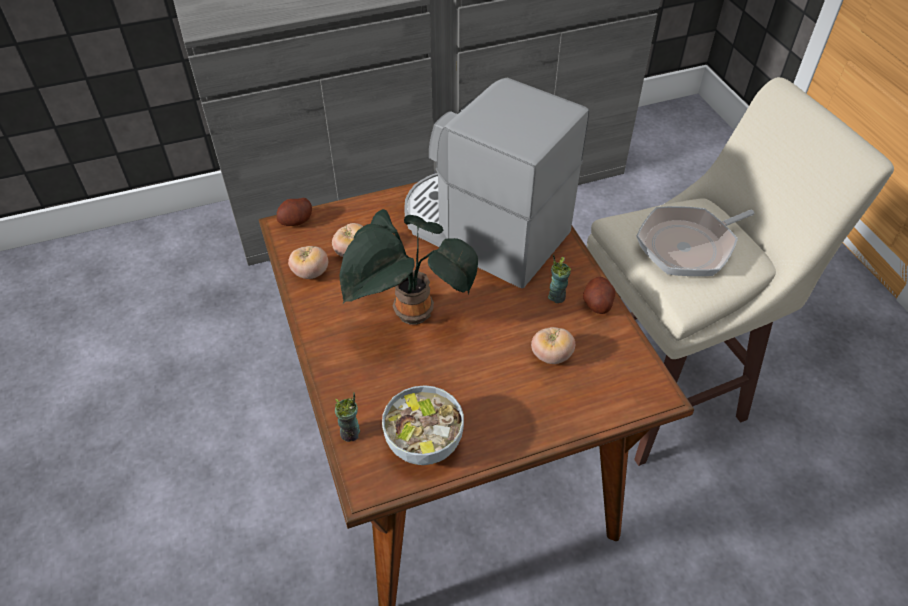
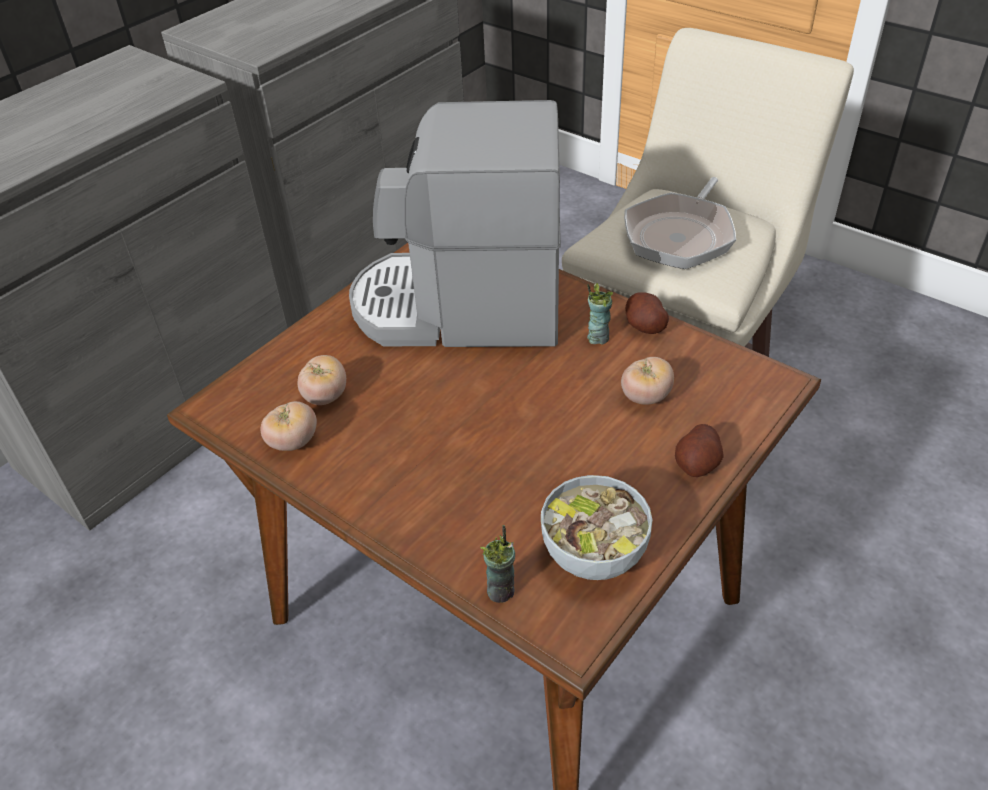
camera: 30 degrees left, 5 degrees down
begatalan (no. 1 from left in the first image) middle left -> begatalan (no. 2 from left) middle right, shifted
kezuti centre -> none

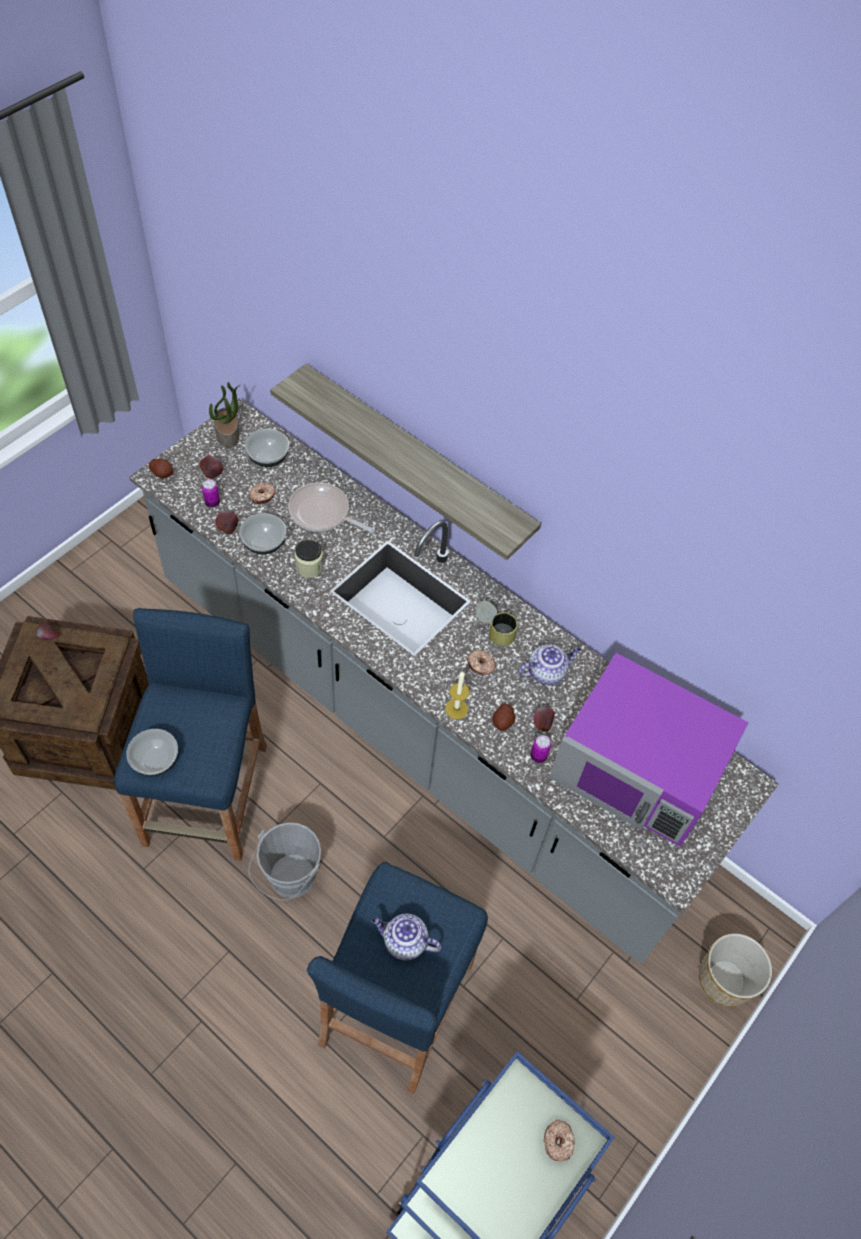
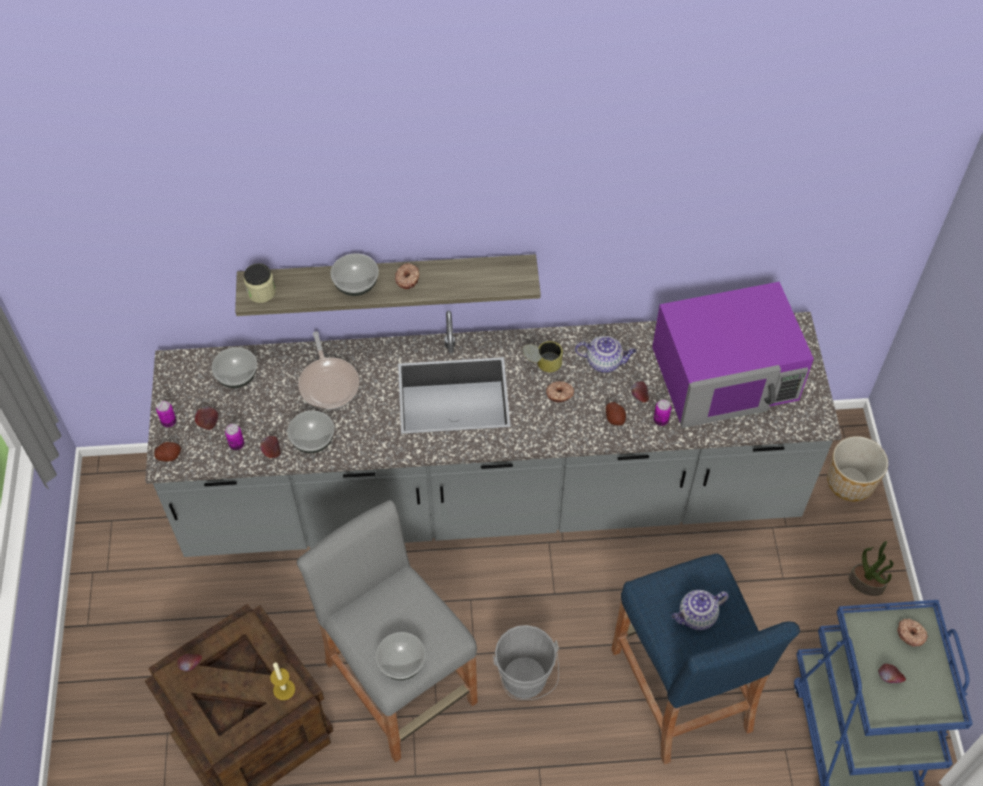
camera: 40 degrees left, 0 degrees up
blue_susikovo (no. 1 from left) middle left -> grey_susikovo bottom centre
kezuti middle left -> kezuti bottom right, shifted
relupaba (no. 1 from left) middle left -> relupaba (no. 1 from left) centre, shifted
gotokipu centre, 90 degrees counterclockwise
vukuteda centre -> vukuteda middle left, shifted
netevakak centre -> netevakak bottom left, shifted
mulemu (no. 2 from left in the first image) centre -> mulemu (no. 1 from left) centre, 75 degrees clockwise
none -> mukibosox (no. 1 from left) middle left
none -> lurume (no. 3 from left) centre
none -> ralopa (no. 5 from left) bottom right

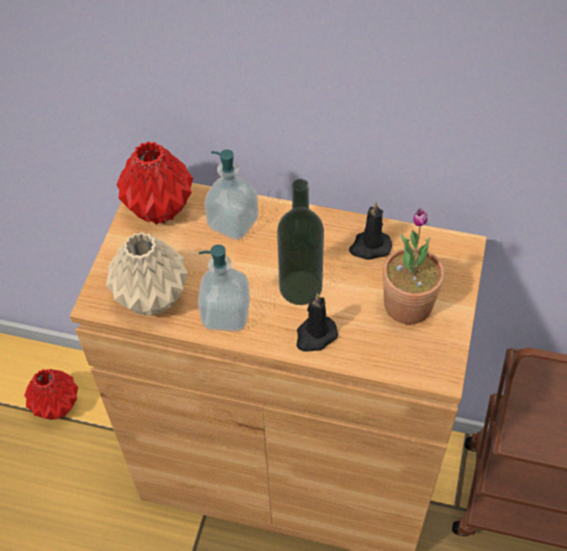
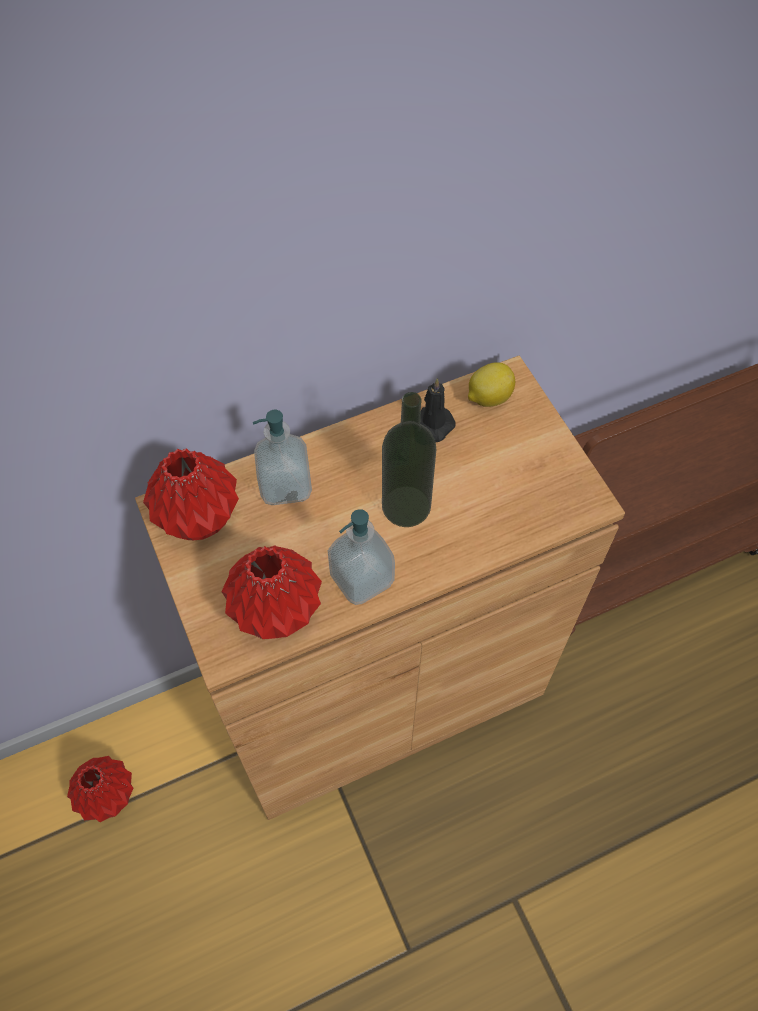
camera: 40 degrees left, 5 degrees up
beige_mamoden middle left -> red_mamoden (no. 3 from left) centre
black_netevakak (no. 1 from left) centre -> none
kezuti middle right -> none
none -> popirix centre

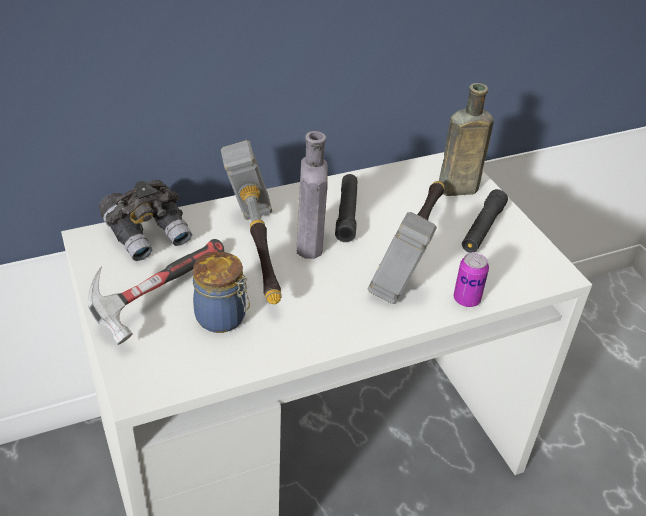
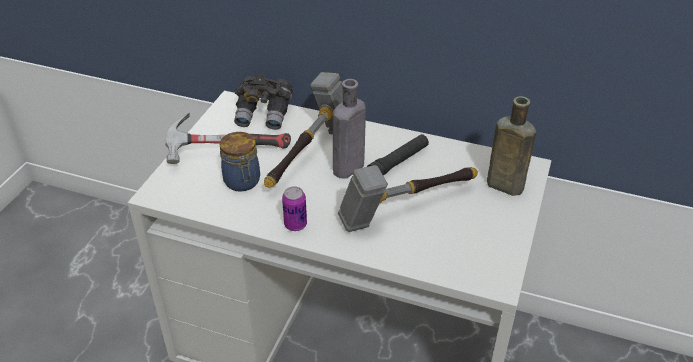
camera: 45 degrees right, 0 degrees up
mukibosox middle right -> mukibosox centre, shifted
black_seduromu (no. 2 from left) middle right -> none

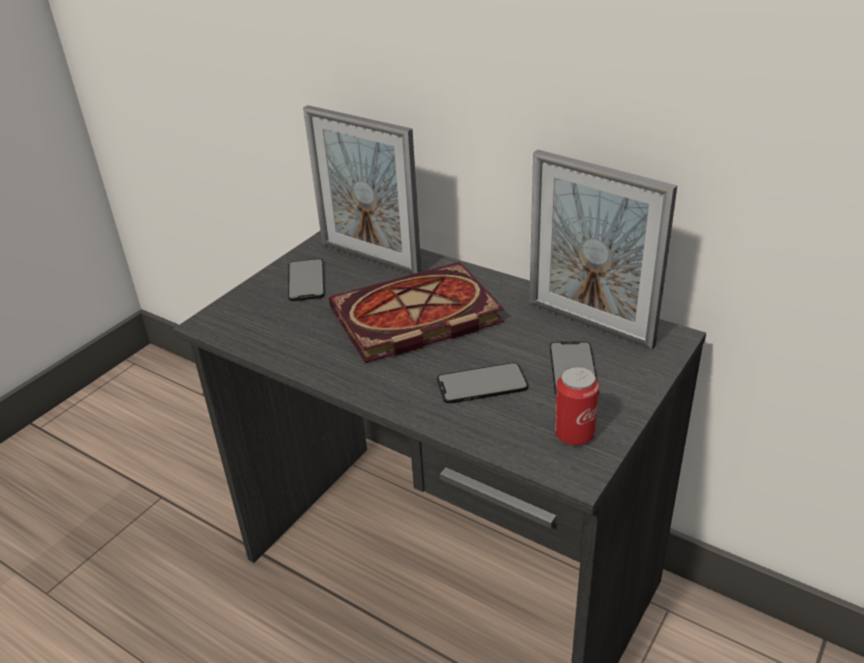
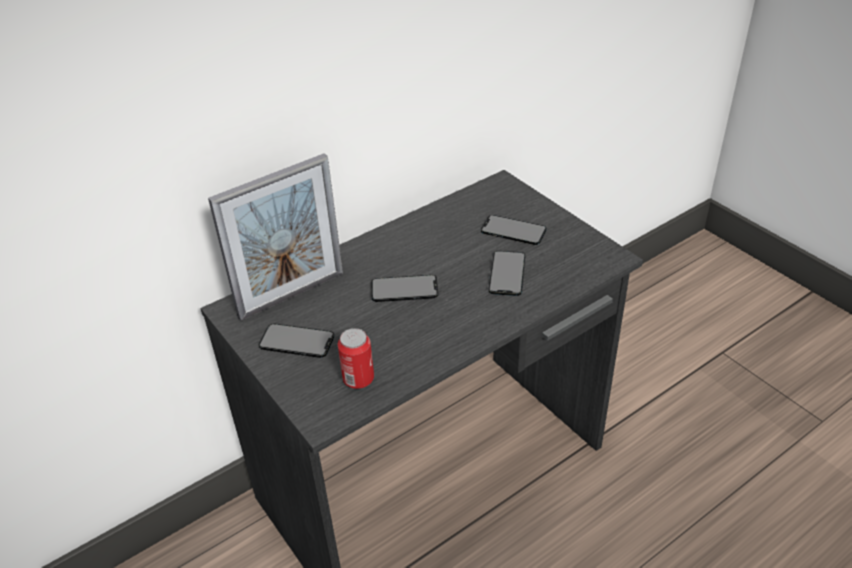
camera: 70 degrees left, 5 degrees up
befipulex centre -> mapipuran (no. 2 from left) centre
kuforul (no. 2 from left) middle right -> none
mukibosox middle right -> mukibosox centre, shifted

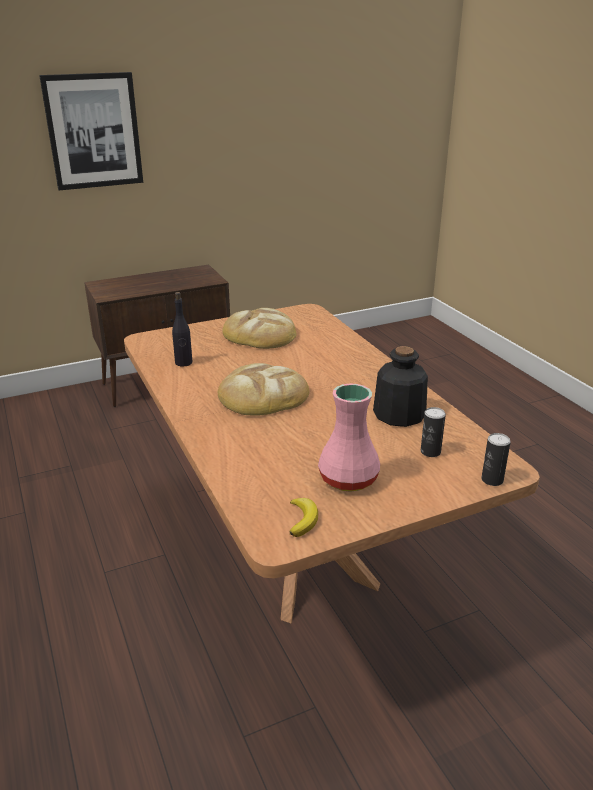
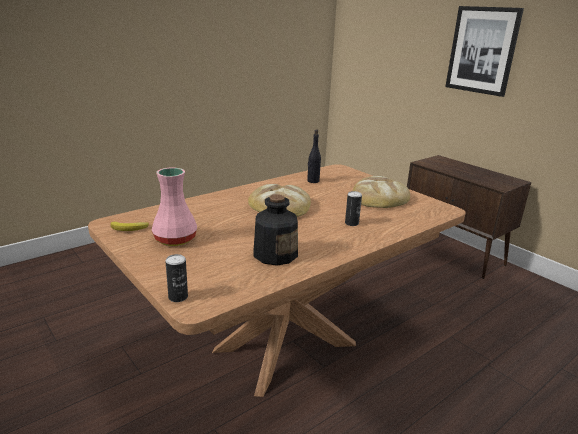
camera: 75 degrees right, 5 degrees down
mukibosox (no. 1 from left in the first image) middle right -> mukibosox (no. 2 from left) centre, shifted

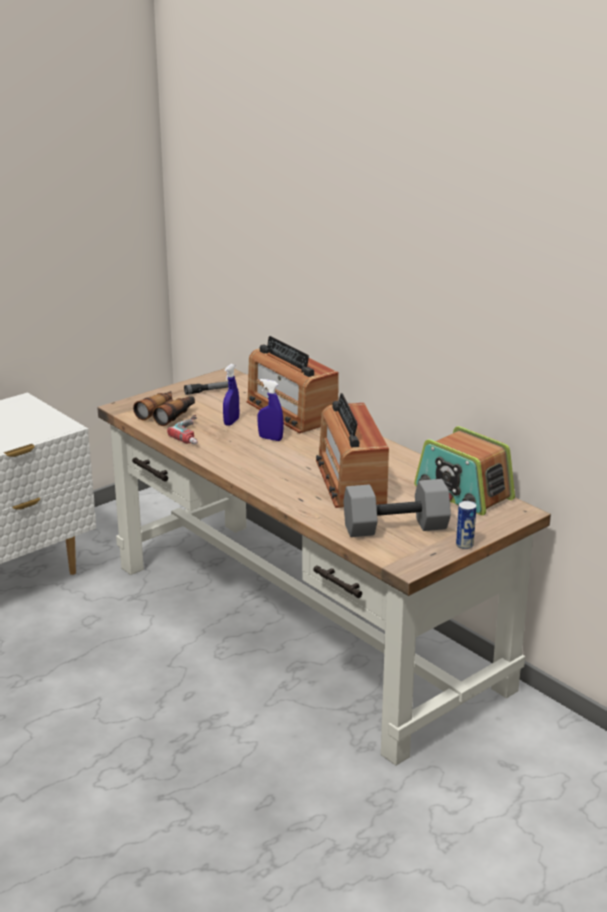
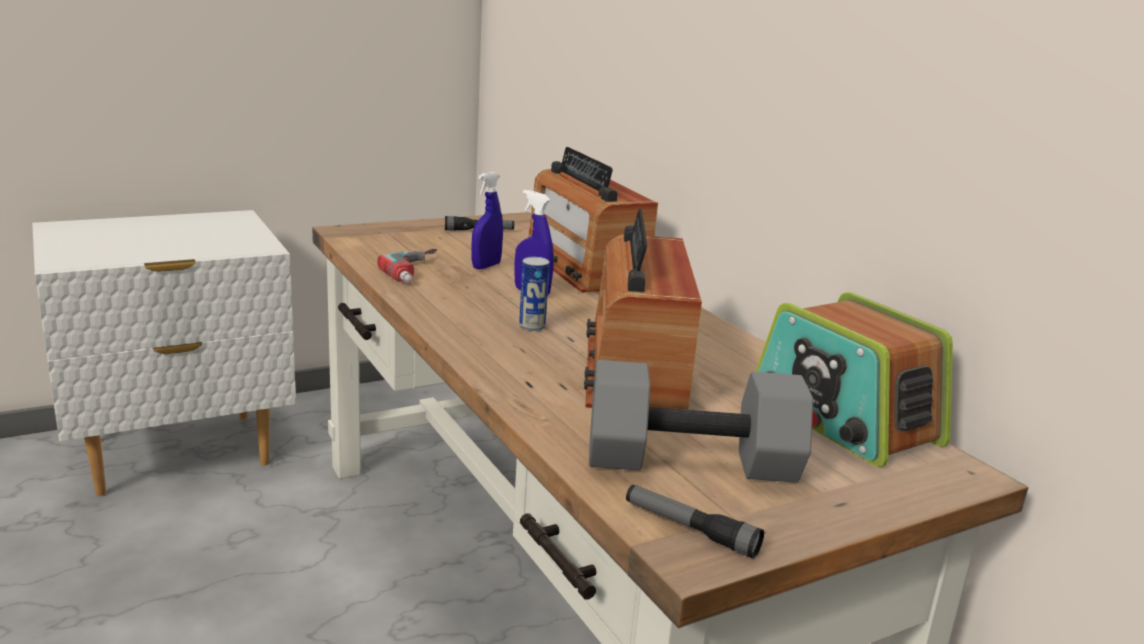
camera: 10 degrees right, 5 degrees down
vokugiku middle left -> none
mukibosox middle right -> mukibosox centre, shifted
none -> seduromu (no. 2 from left) bottom centre

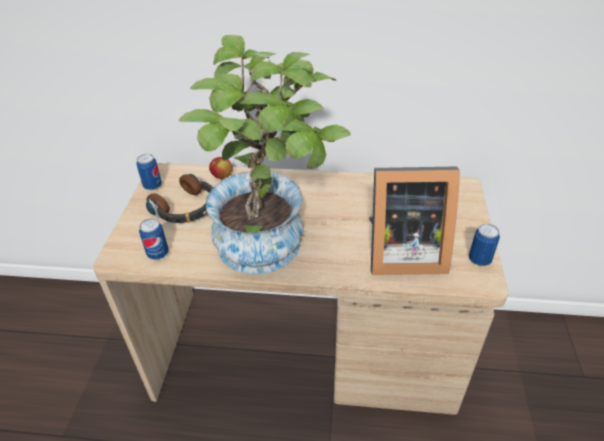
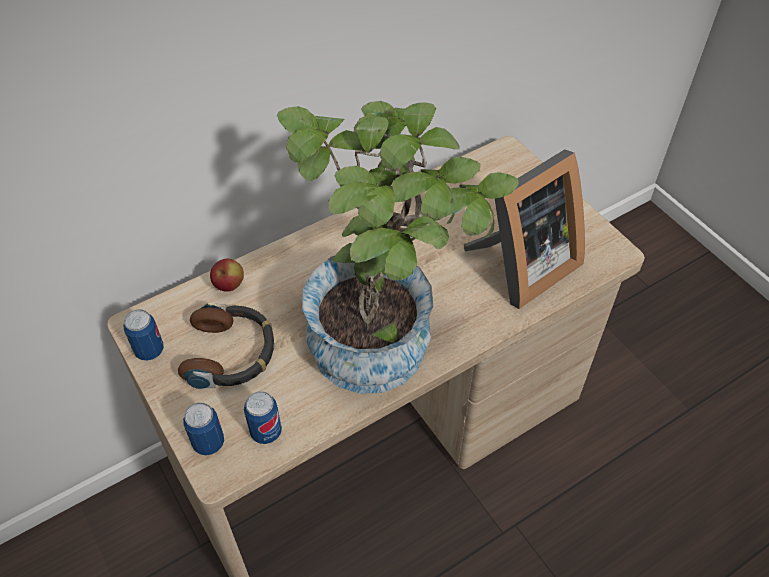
camera: 40 degrees left, 10 degrees up
mukibosox (no. 3 from left in the first image) middle right -> mukibosox (no. 2 from left) bottom left, shifted

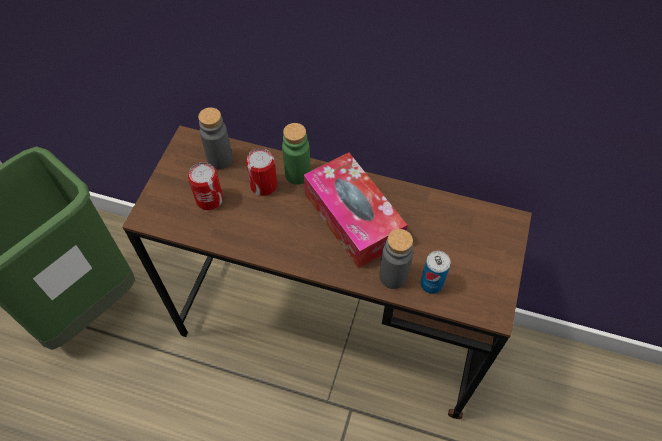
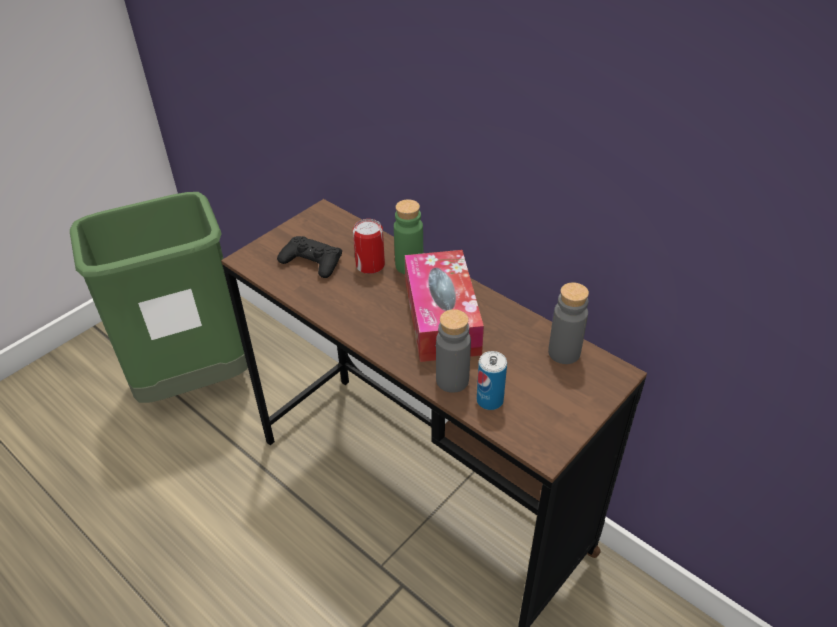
camera: 25 degrees right, 15 degrees down
mukibosox (no. 1 from left) middle left -> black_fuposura centre
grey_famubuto (no. 1 from left in the first image) top left -> grey_famubuto (no. 2 from left) middle right, shifted

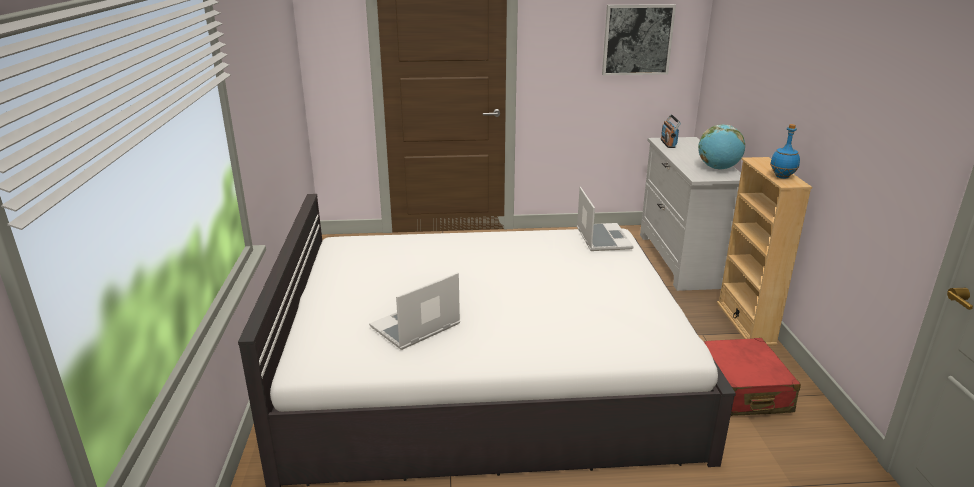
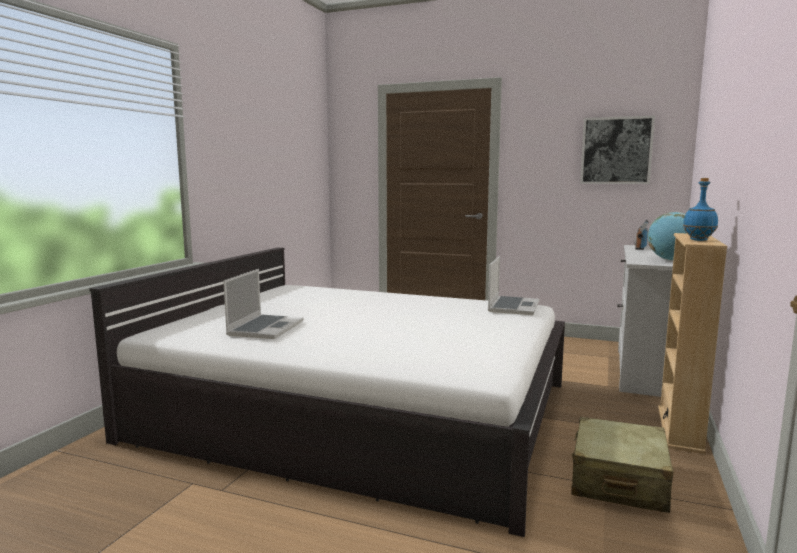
camera: 25 degrees right, 15 degrees down
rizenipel (no. 1 from left) centre -> rizenipel (no. 1 from left) middle left, 120 degrees clockwise
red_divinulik bottom right -> beige_divinulik bottom right

